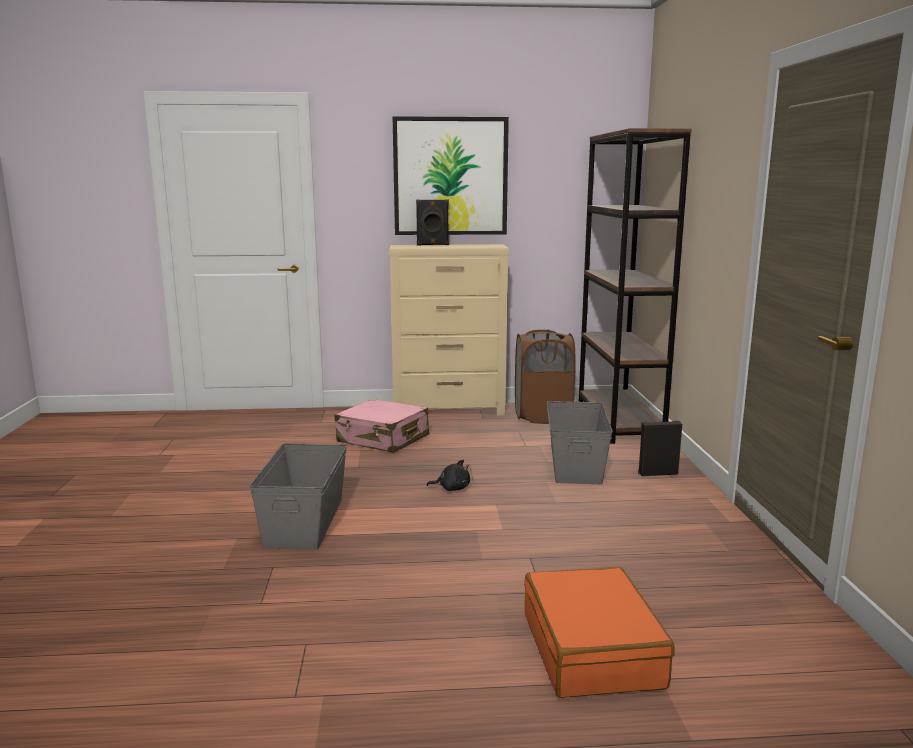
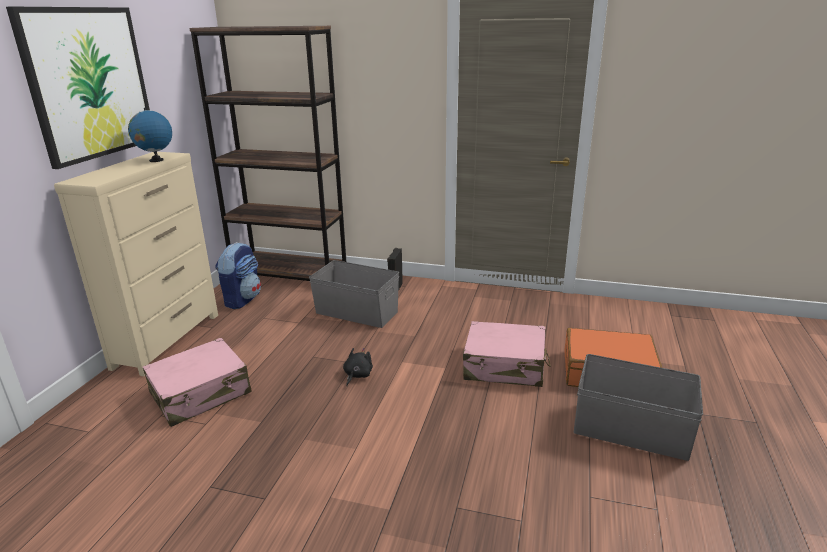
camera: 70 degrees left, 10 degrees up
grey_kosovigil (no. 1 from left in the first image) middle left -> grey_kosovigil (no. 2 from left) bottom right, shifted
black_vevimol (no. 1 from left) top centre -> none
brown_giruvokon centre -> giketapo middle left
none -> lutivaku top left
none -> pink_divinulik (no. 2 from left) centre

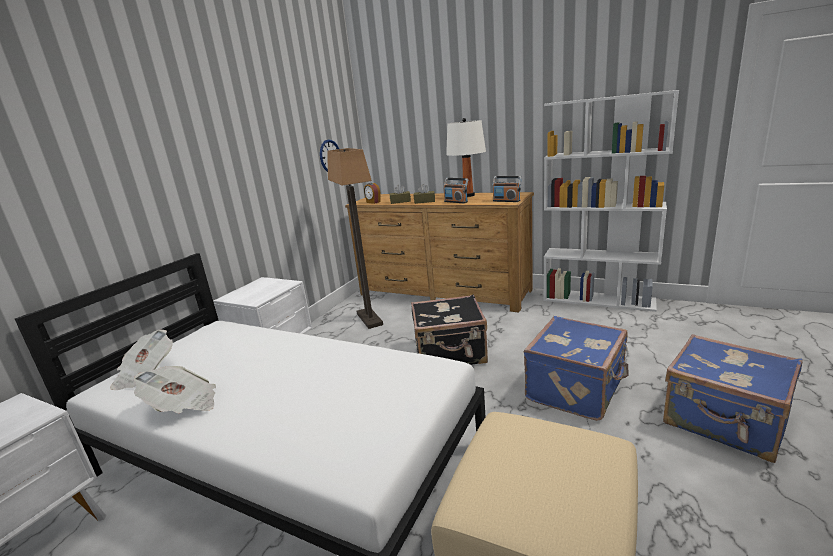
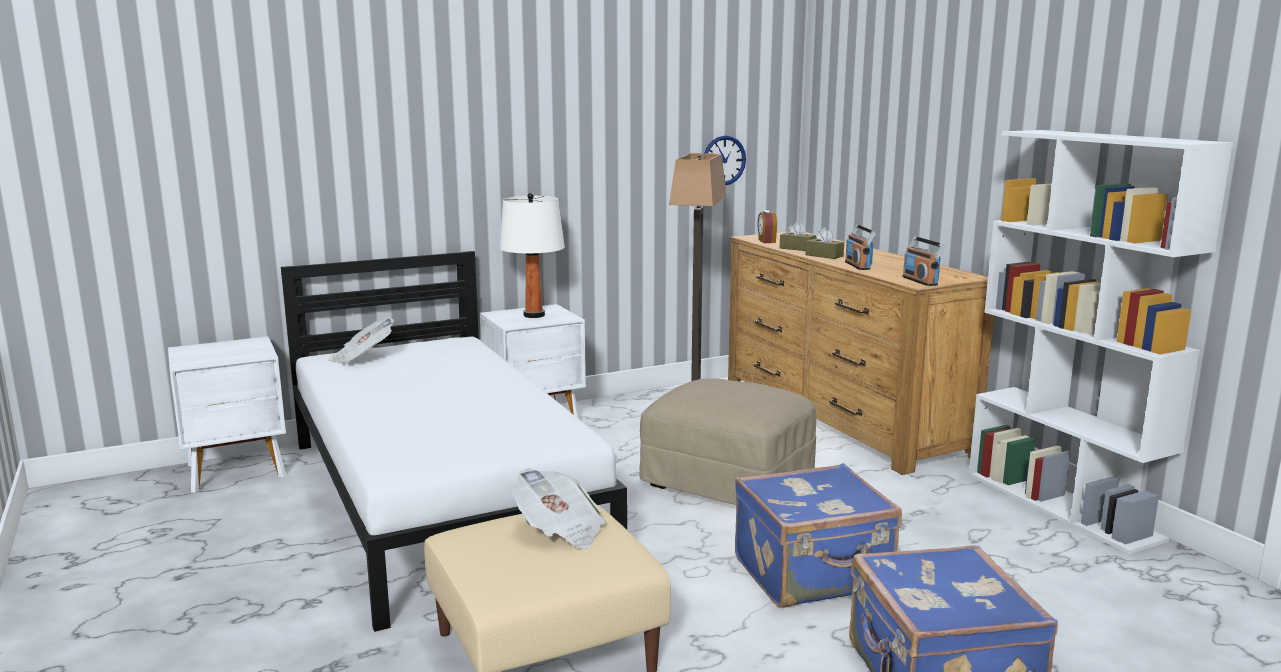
camera: 35 degrees right, 5 degrees down
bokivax (no. 2 from left) bottom left -> bokivax (no. 2 from left) bottom centre, shifted
black_divinulik centre -> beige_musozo (no. 2 from left) centre
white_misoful top centre -> white_misoful centre, shifted

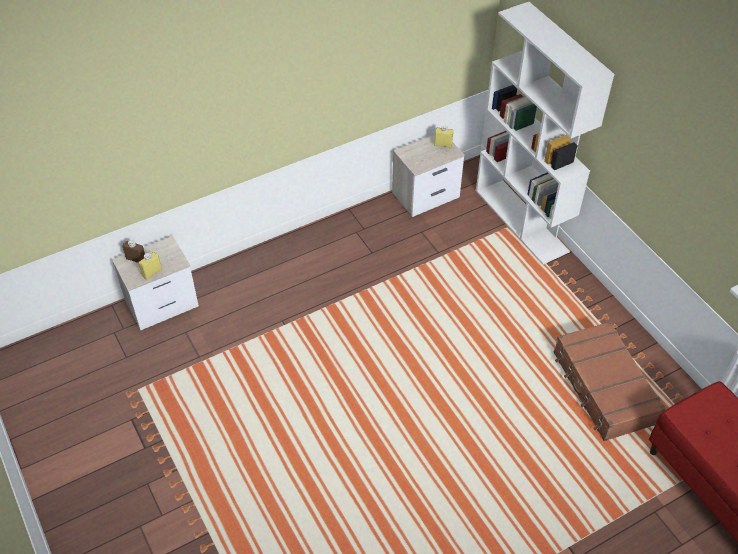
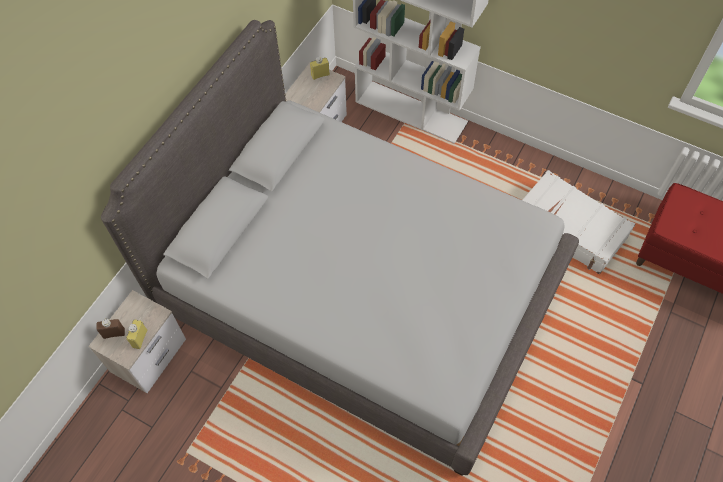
camera: 30 degrees left, 10 degrees up
brown_divinulik bottom right -> white_divinulik middle right
none -> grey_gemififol centre

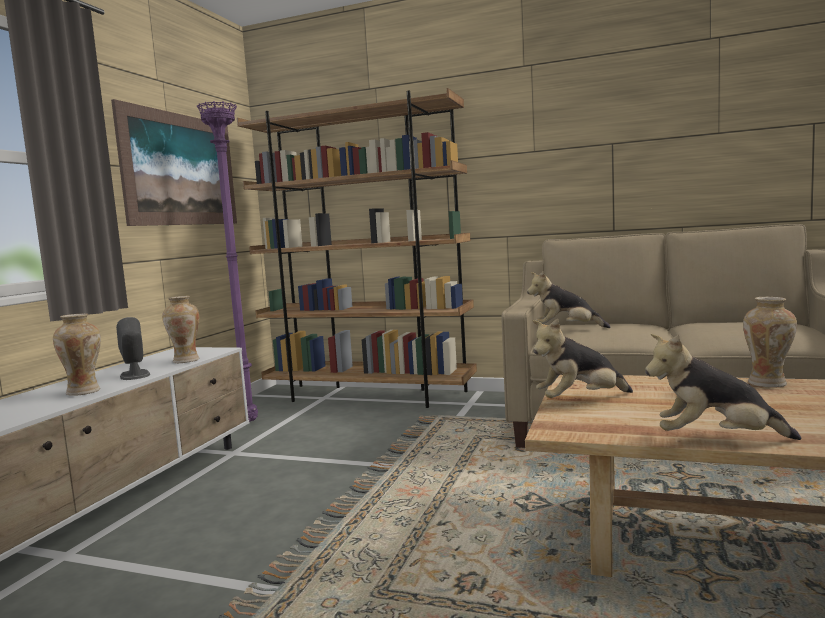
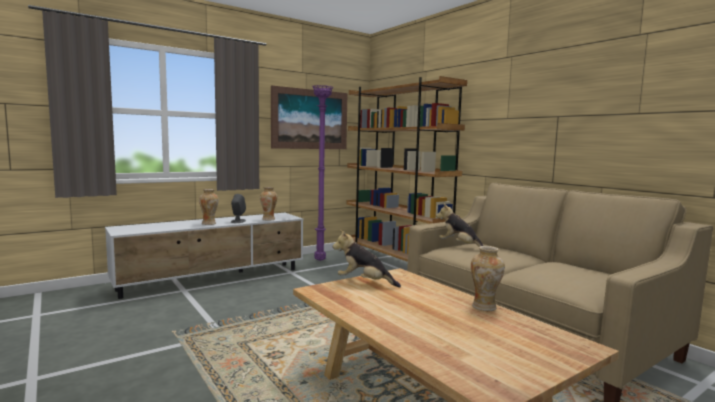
camera: 35 degrees right, 0 degrees up
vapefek (no. 3 from left) middle right -> none

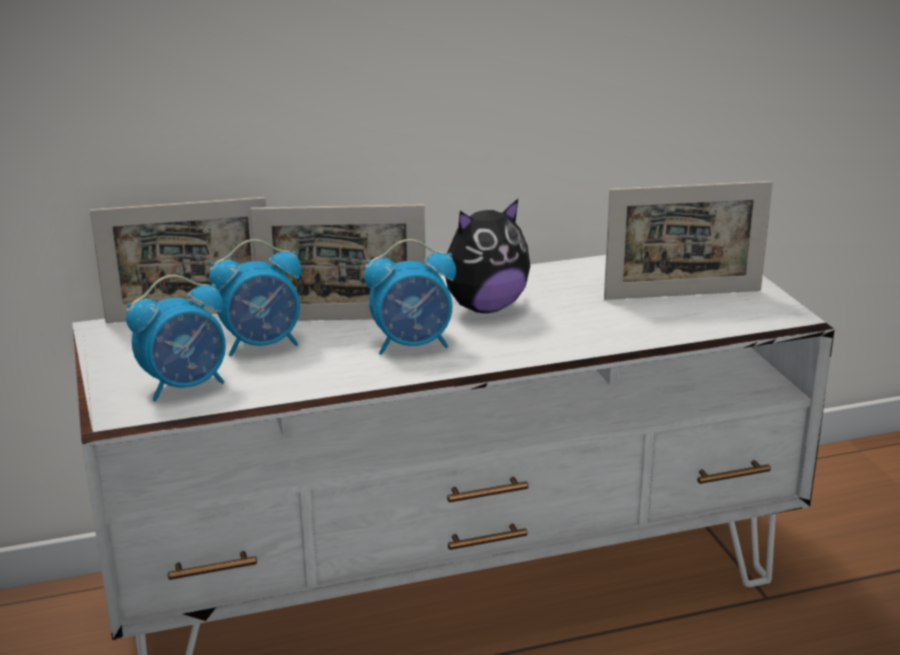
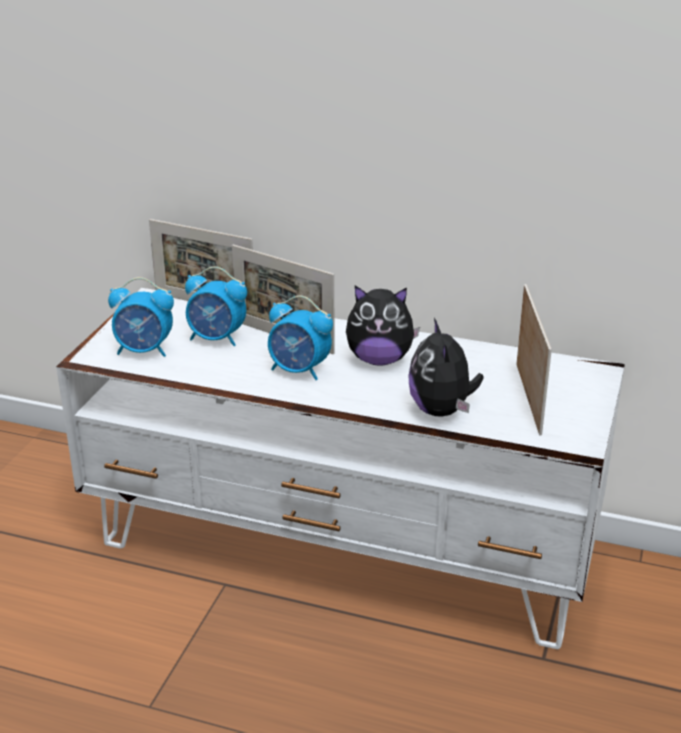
camera: 35 degrees right, 5 degrees up
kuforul (no. 3 from left) middle right, 120 degrees counterclockwise
none -> vapefek (no. 2 from left) centre

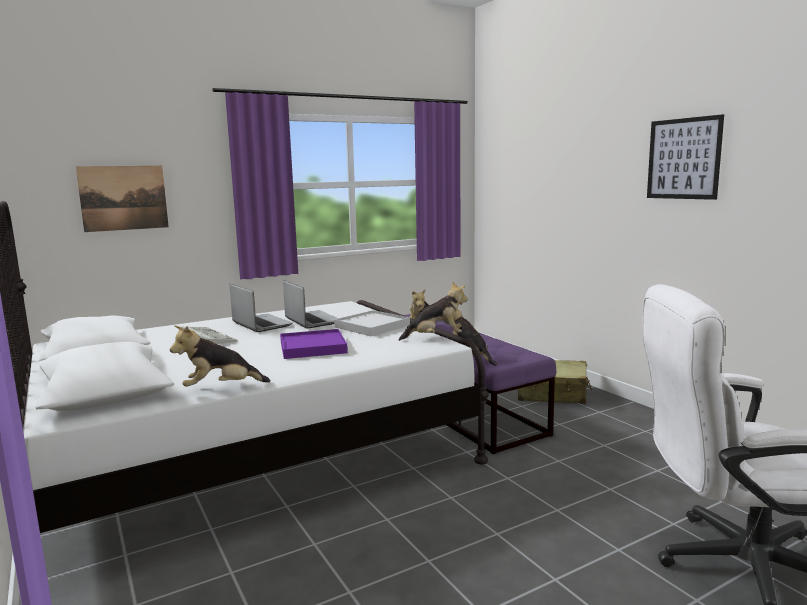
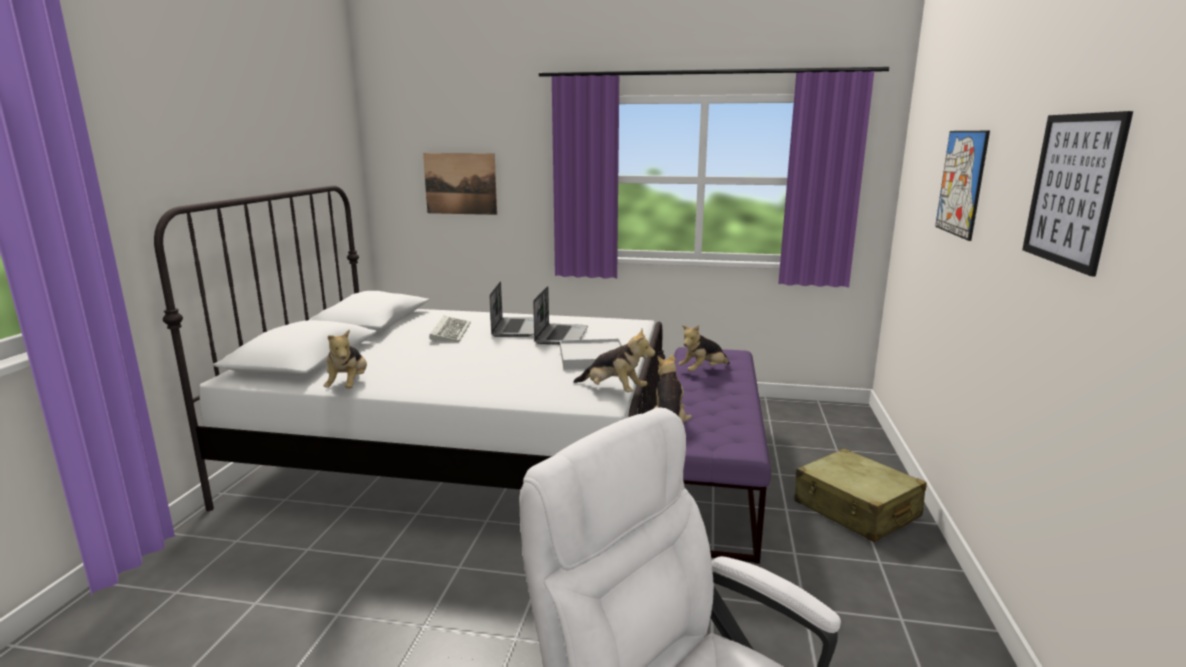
camera: 40 degrees right, 5 degrees up
vapefek (no. 1 from left) middle left, 120 degrees counterclockwise
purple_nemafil centre -> none
none -> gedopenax (no. 2 from left) top right

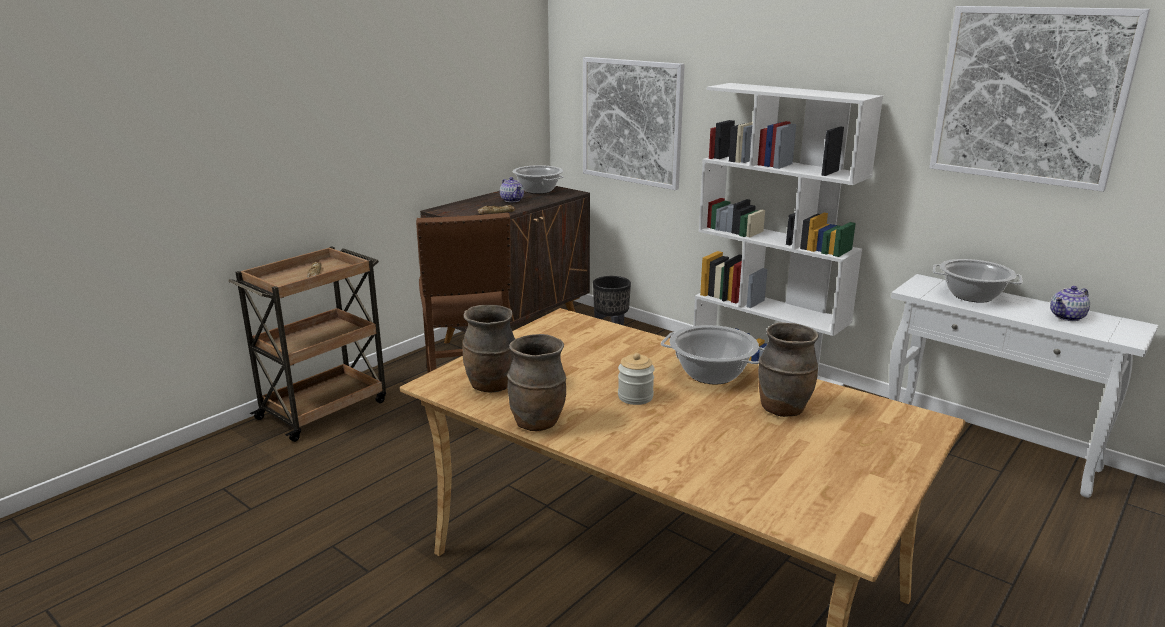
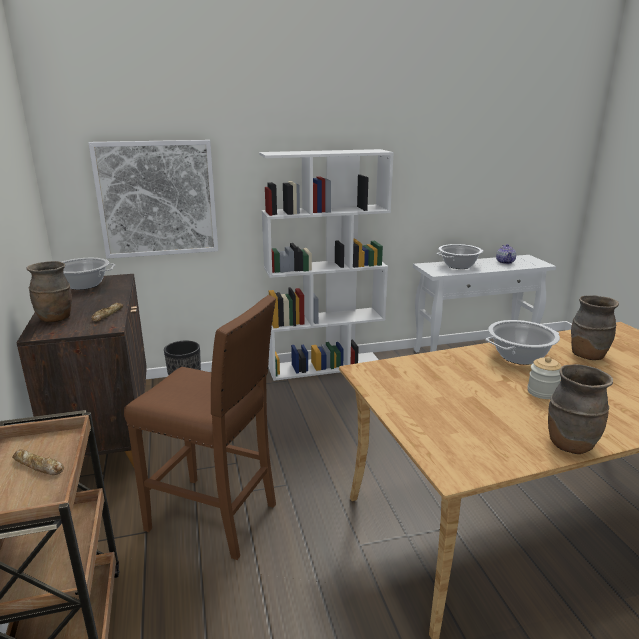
camera: 55 degrees left, 0 degrees up
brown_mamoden (no. 1 from left) centre -> brown_mamoden (no. 1 from left) middle left, shifted
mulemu (no. 1 from left) top centre -> none
gedopenax (no. 2 from left) top right -> none

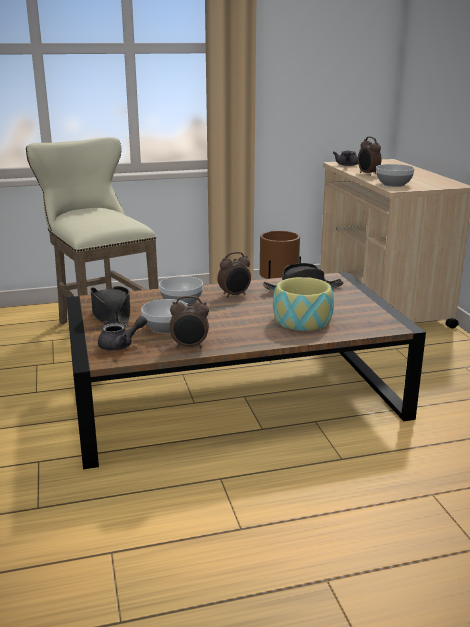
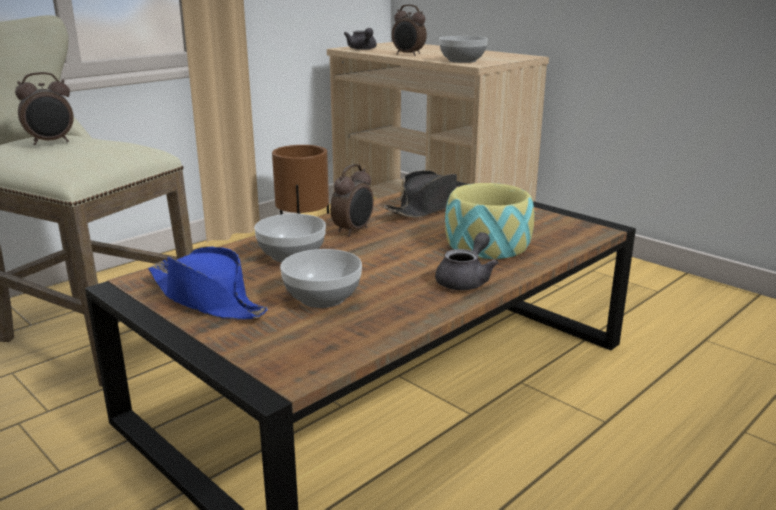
camera: 30 degrees left, 0 degrees up
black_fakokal (no. 1 from left) middle left -> blue_fakokal middle left
grey_mulemu (no. 1 from left in the first image) middle left -> grey_mulemu (no. 2 from left) centre, shifted
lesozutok (no. 1 from left) centre -> lesozutok (no. 1 from left) top left, shifted

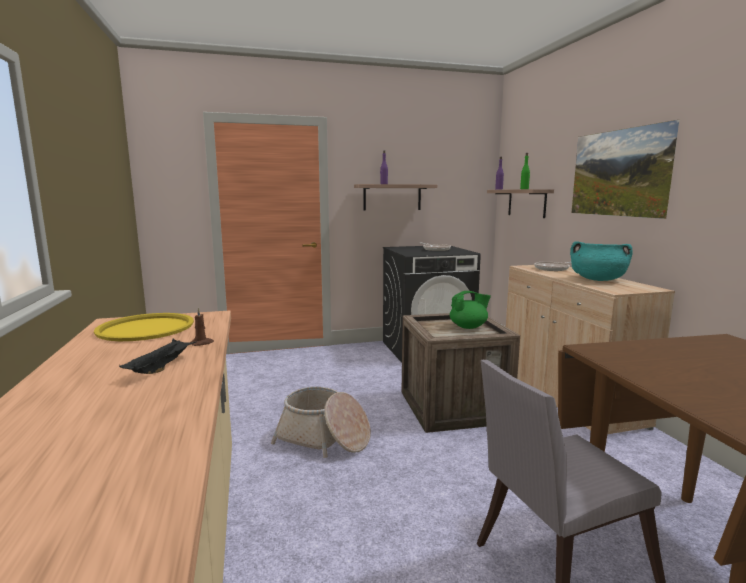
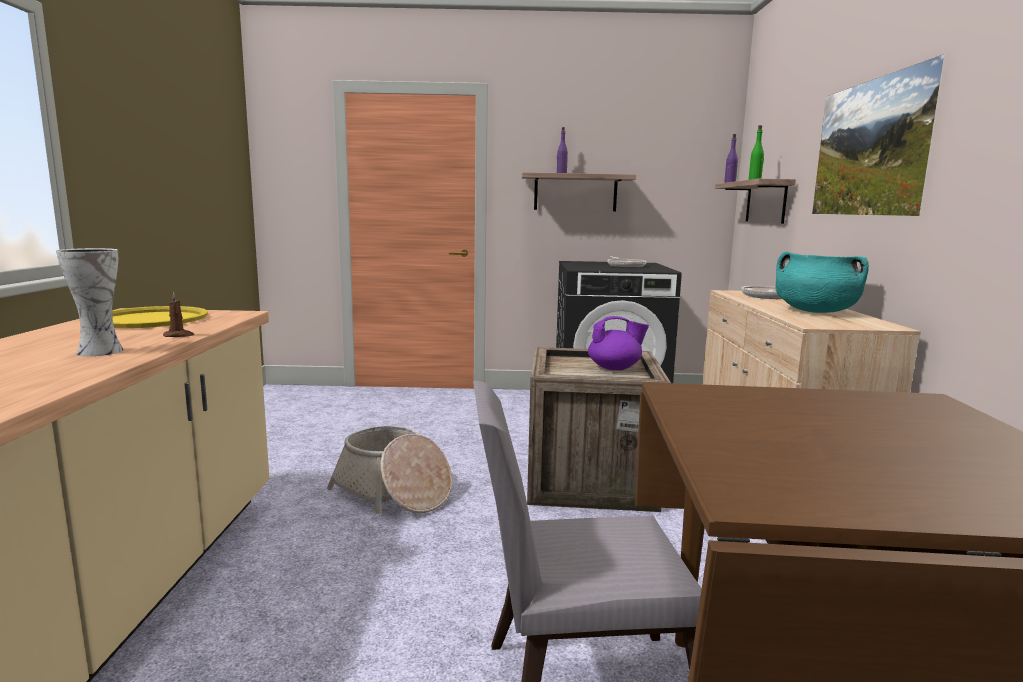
camera: 15 degrees right, 0 degrees up
black_nemafil middle left -> mamoden middle left
green_mulemu centre -> purple_mulemu centre

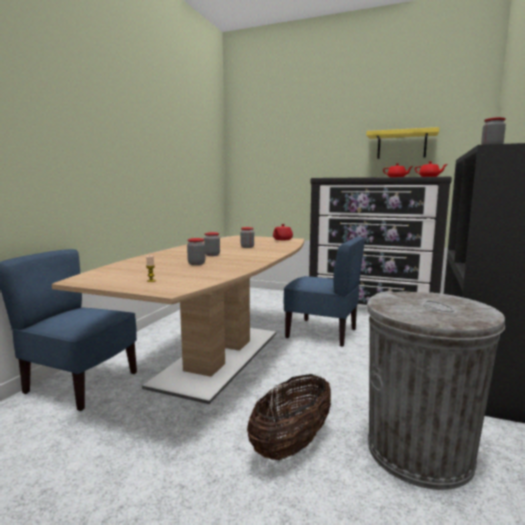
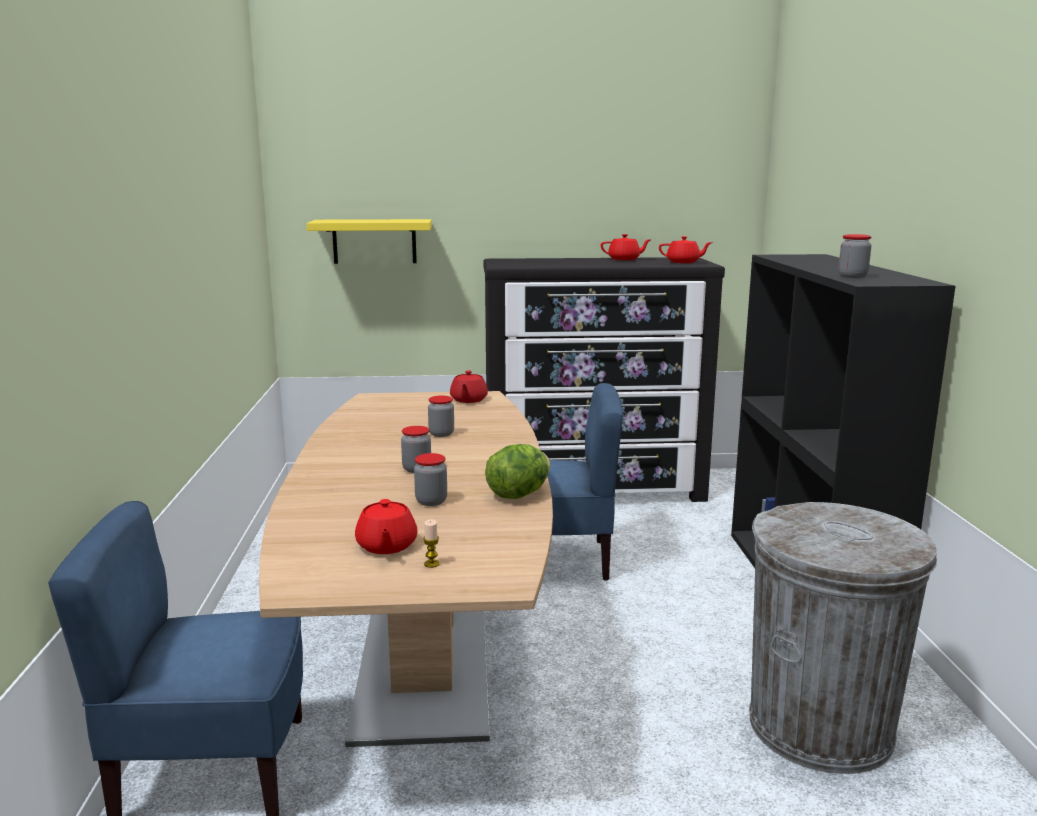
camera: 25 degrees left, 5 degrees up
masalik bottom centre -> none
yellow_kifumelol top right -> yellow_kifumelol top centre, shifted
none -> red_mulemu (no. 1 from left) centre
none -> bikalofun centre

